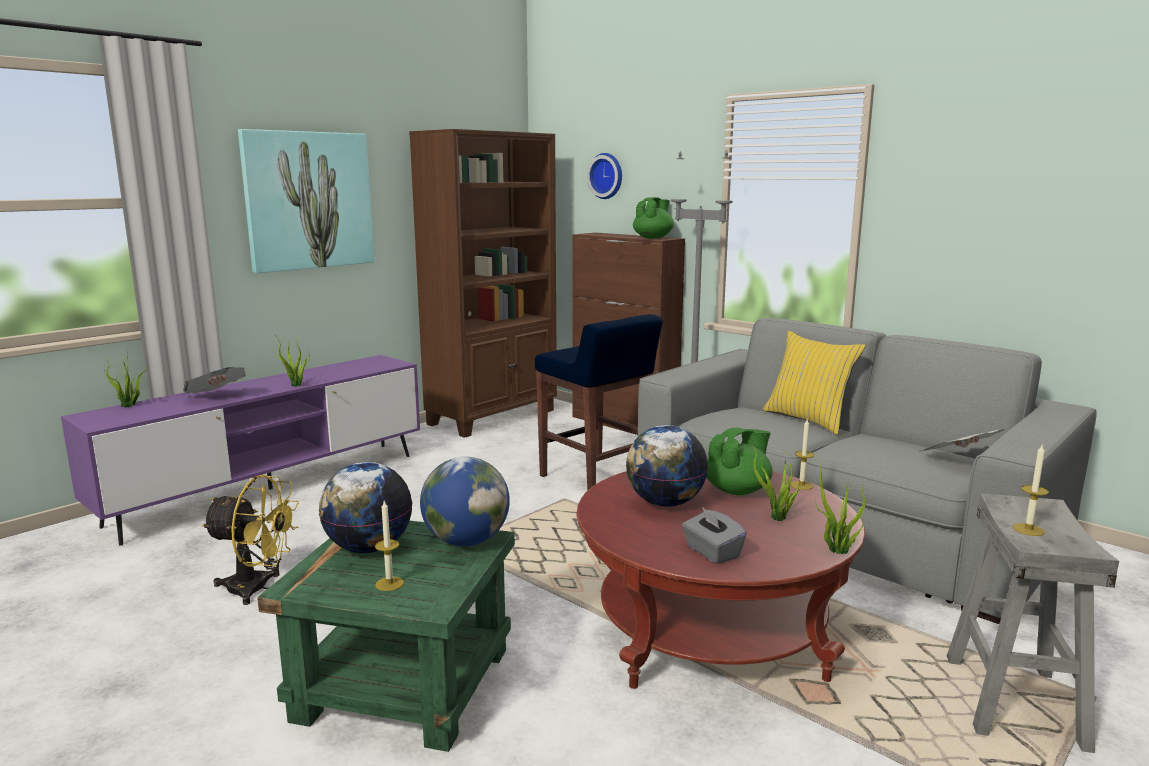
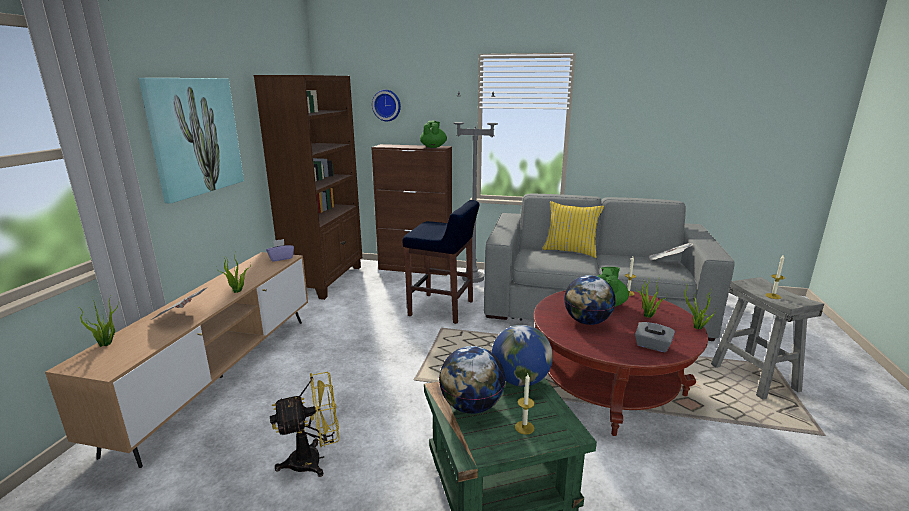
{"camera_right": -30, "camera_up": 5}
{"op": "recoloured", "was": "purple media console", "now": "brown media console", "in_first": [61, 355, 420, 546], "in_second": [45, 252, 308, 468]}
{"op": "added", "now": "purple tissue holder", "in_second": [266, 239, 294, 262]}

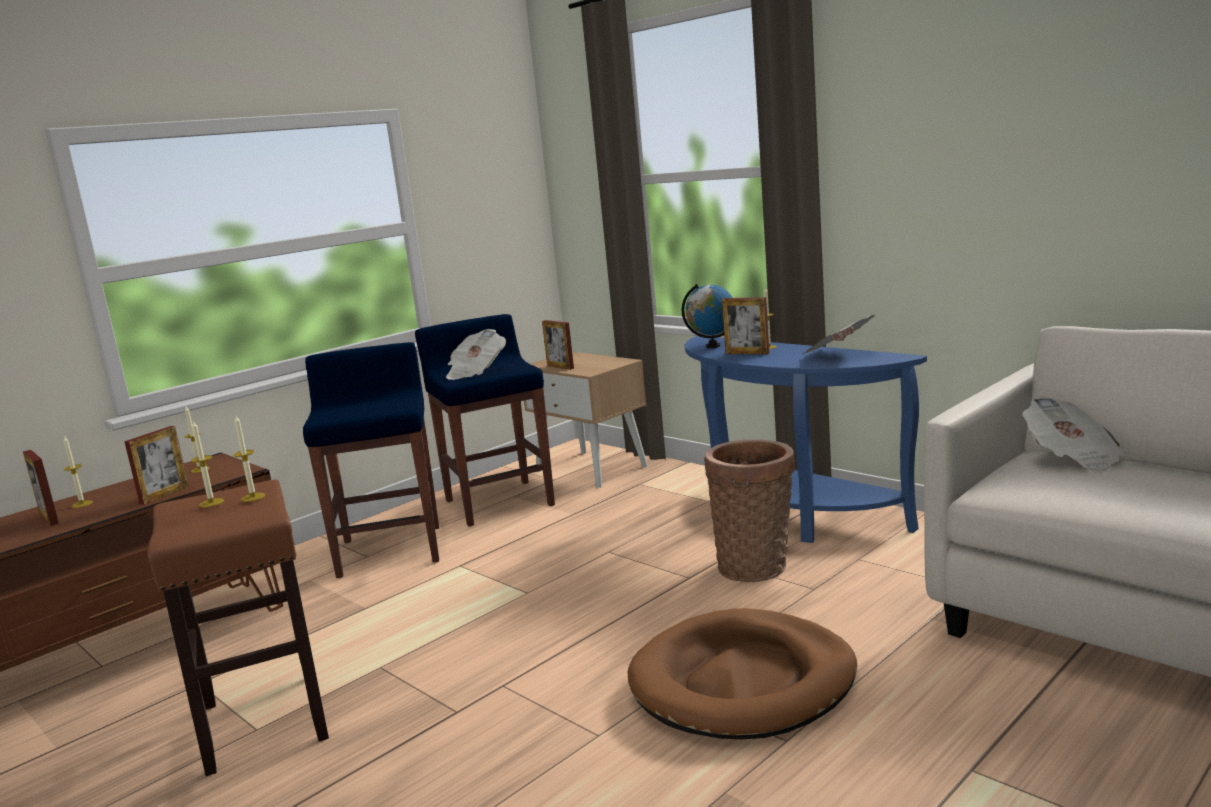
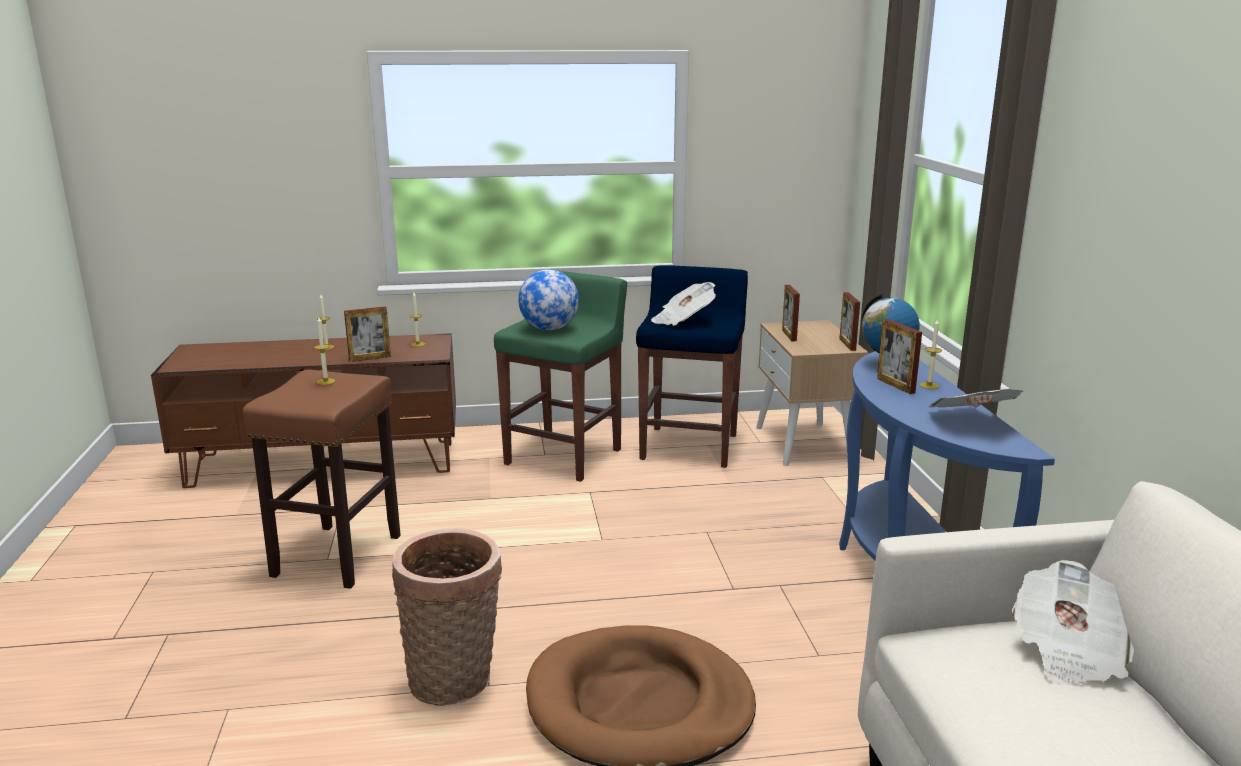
{"camera_right": 35, "camera_up": 5}
{"op": "moved", "was": "storage basket", "in_first": [704, 440, 795, 582], "in_second": [392, 528, 502, 706]}
{"op": "recoloured", "was": "bluish stool", "now": "green-coloured stool", "in_first": [303, 342, 439, 578], "in_second": [494, 270, 627, 482]}
{"op": "added", "now": "world globe", "in_second": [518, 269, 579, 330]}
{"op": "moved", "was": "photo frame", "in_first": [23, 450, 59, 526], "in_second": [839, 292, 860, 351]}
{"op": "removed", "was": "candle", "in_first": [234, 416, 265, 502]}

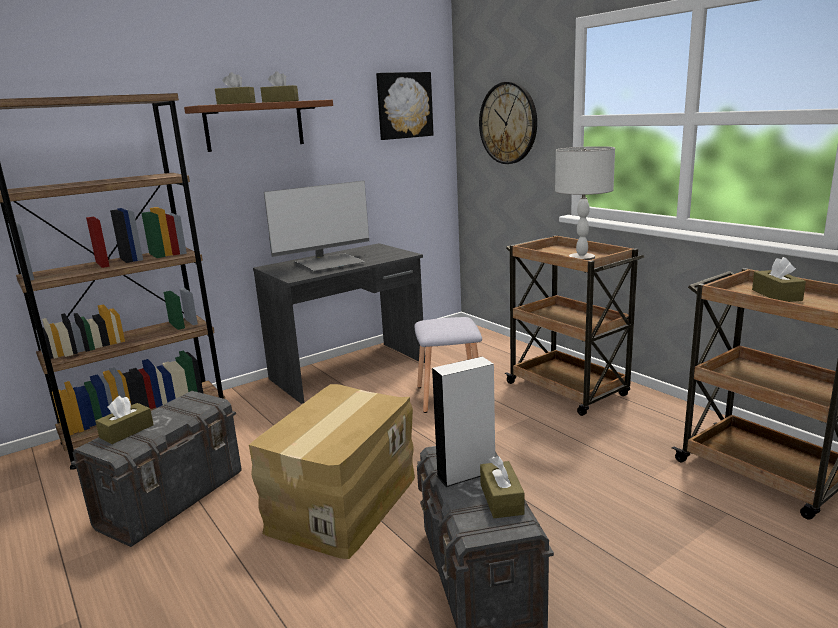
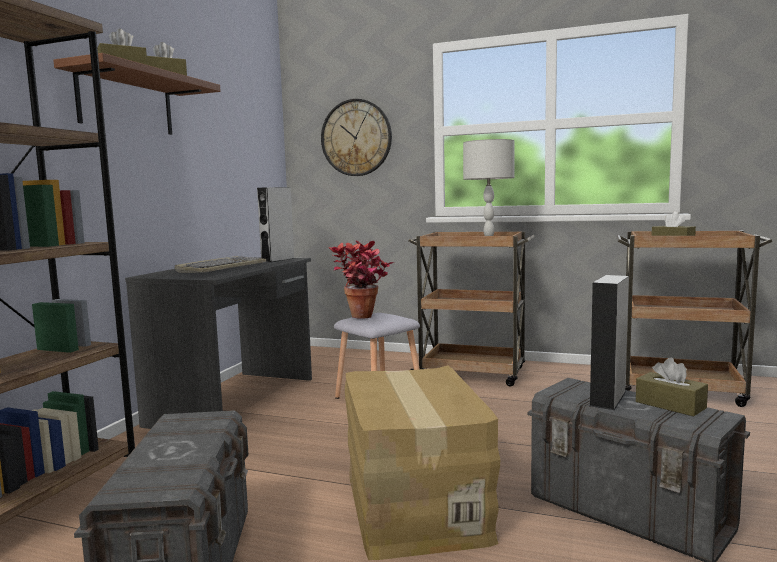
{"camera_right": -35, "camera_up": -10}
{"op": "replaced", "was": "computer screen", "now": "computer keyboard", "in_first": [264, 181, 369, 271], "in_second": [175, 256, 266, 273]}
{"op": "added", "now": "grey speaker", "in_second": [257, 187, 295, 262]}
{"op": "added", "now": "potted plant", "in_second": [329, 240, 394, 319]}
{"op": "removed", "was": "brown tissue holder", "in_first": [95, 396, 154, 444]}
{"op": "removed", "was": "wall art", "in_first": [376, 72, 434, 140]}

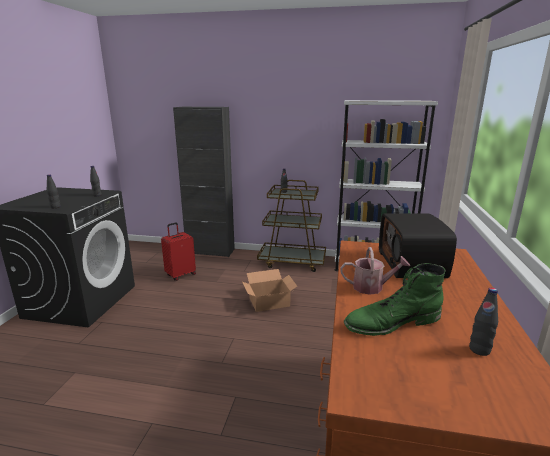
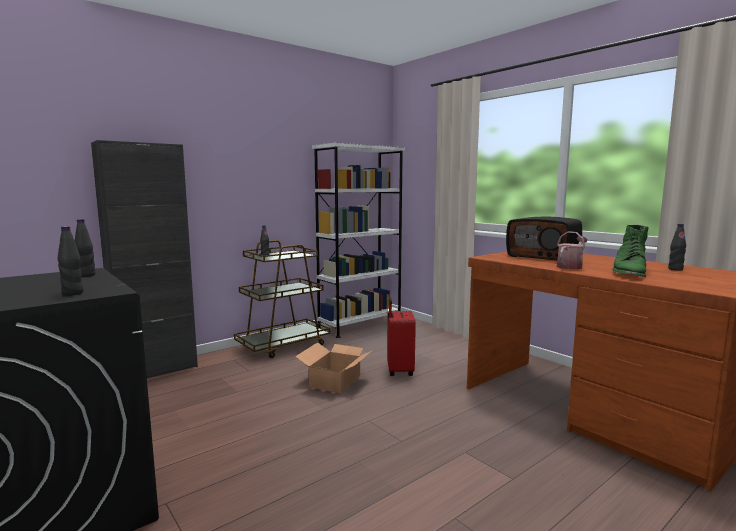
{"camera_right": -50, "camera_up": -10}
{"op": "moved", "was": "red-coloured travel case", "in_first": [161, 222, 196, 281], "in_second": [387, 298, 416, 376]}

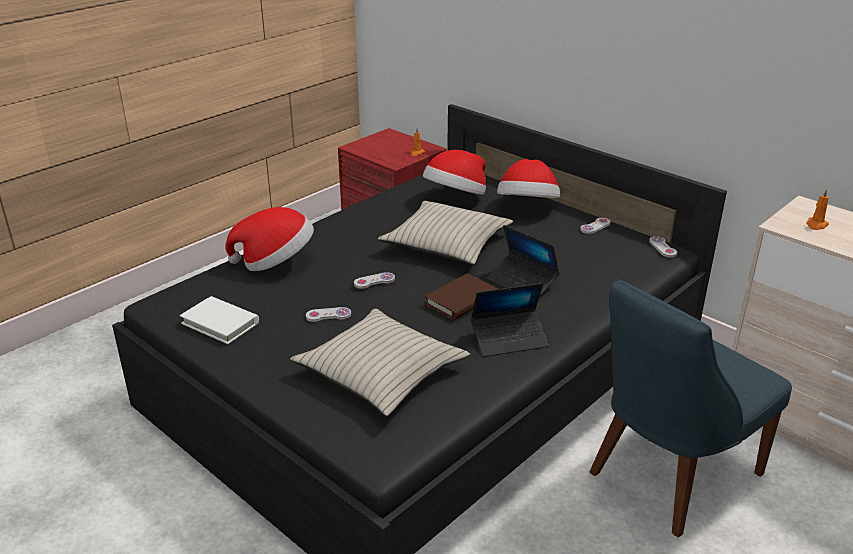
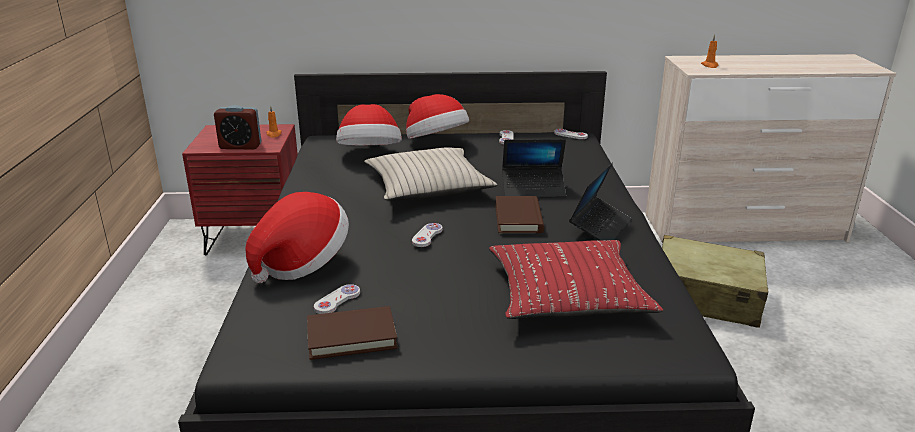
{"camera_right": -45, "camera_up": -5}
{"op": "added", "now": "table clock", "in_second": [214, 105, 262, 149]}
{"op": "recoloured", "was": "white volume", "now": "brown volume", "in_first": [180, 296, 259, 344], "in_second": [307, 306, 398, 360]}
{"op": "moved", "was": "white gamepad", "in_first": [306, 307, 351, 322], "in_second": [314, 284, 360, 314]}
{"op": "recoloured", "was": "beige-coloured pillow", "now": "red-coloured pillow", "in_first": [290, 308, 470, 416], "in_second": [489, 240, 663, 319]}
{"op": "replaced", "was": "bluish upright chair", "now": "beige-coloured travel case", "in_first": [589, 279, 792, 537], "in_second": [662, 235, 768, 328]}

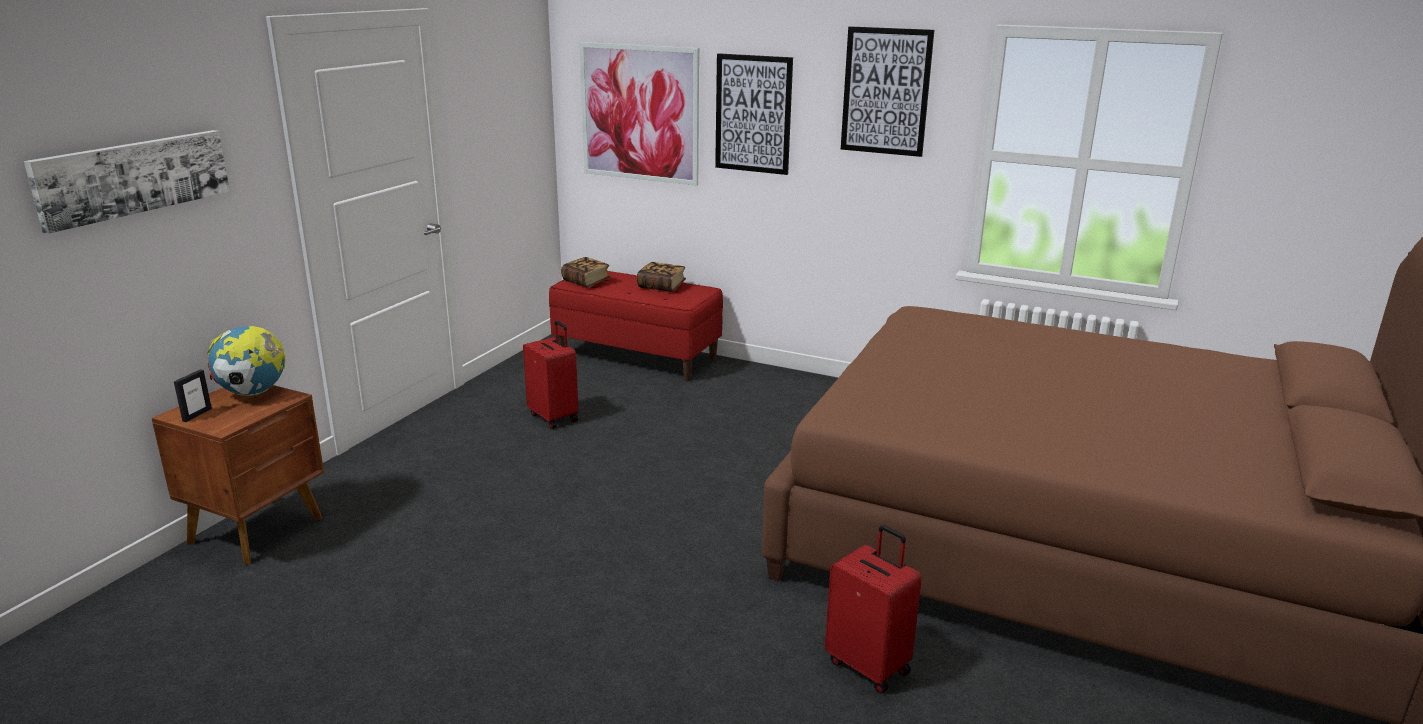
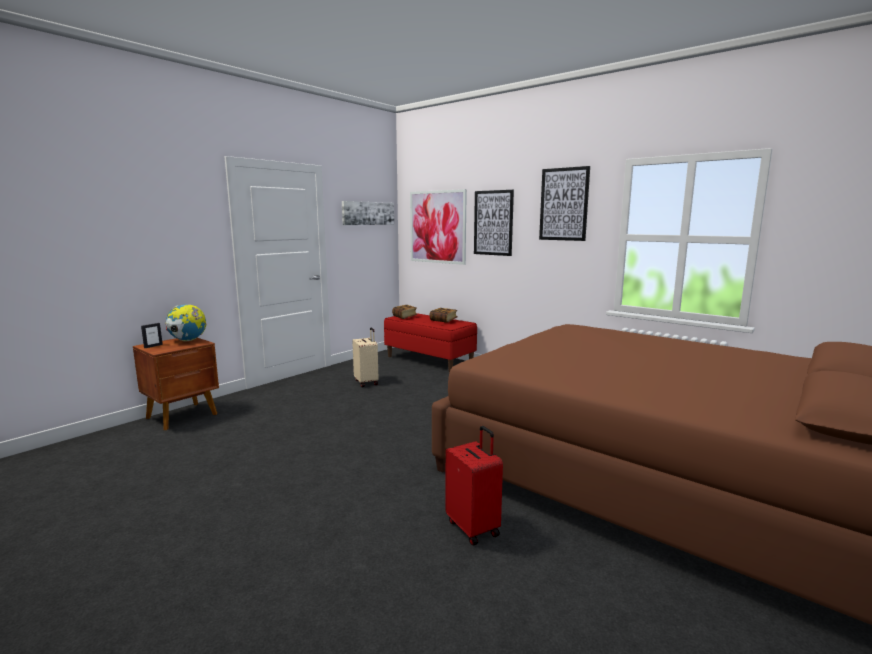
{"camera_right": 15, "camera_up": -10}
{"op": "moved", "was": "wall art", "in_first": [24, 130, 230, 234], "in_second": [342, 201, 394, 225]}
{"op": "recoloured", "was": "red-coloured travel case", "now": "beige-coloured travel case", "in_first": [523, 321, 578, 429], "in_second": [352, 328, 379, 387]}

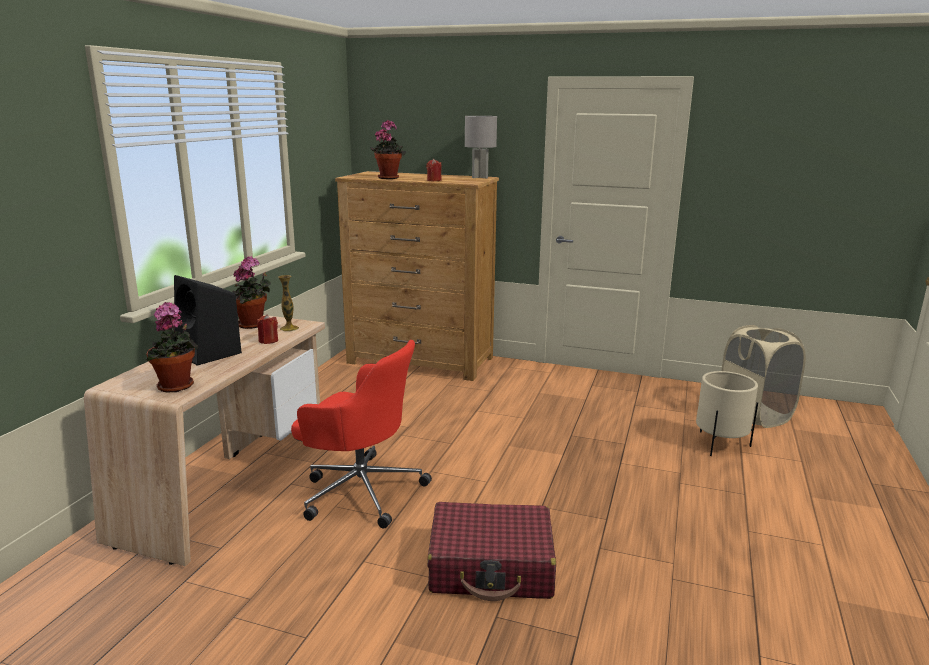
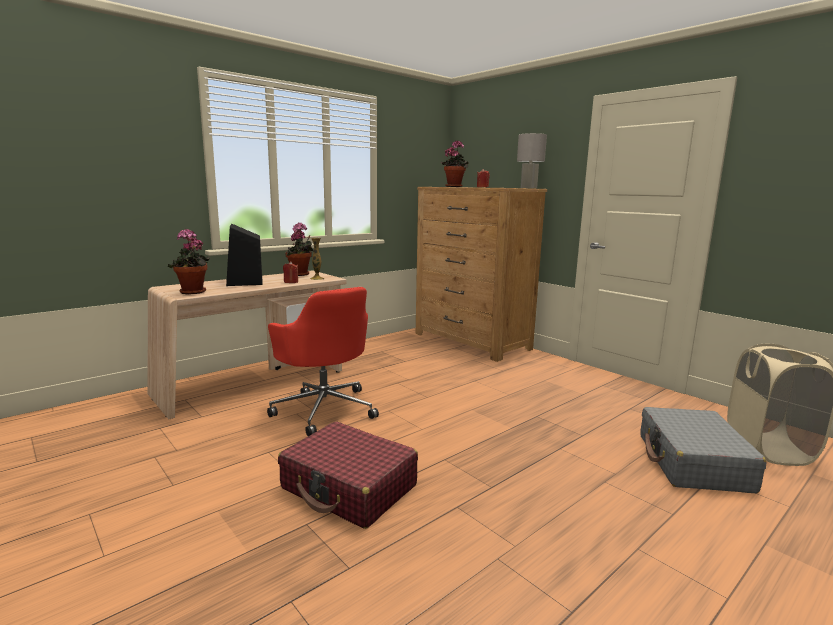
{"camera_right": 30, "camera_up": -5}
{"op": "replaced", "was": "beige-coloured planter", "now": "grey travel case", "in_first": [696, 371, 758, 456], "in_second": [640, 407, 766, 493]}

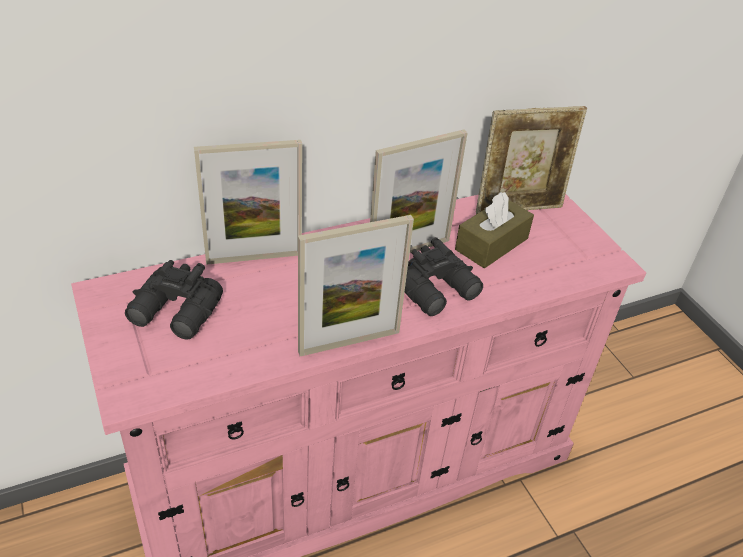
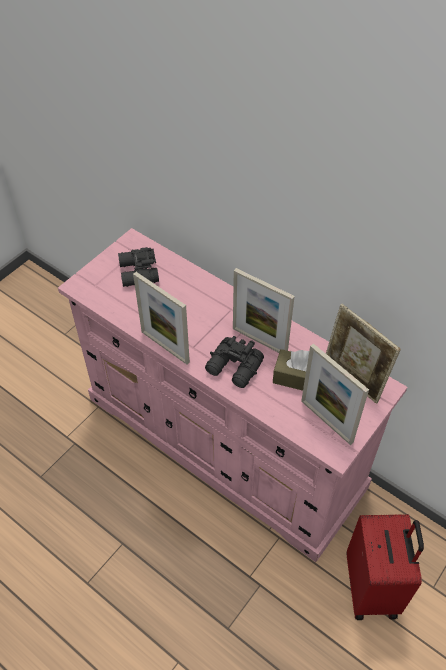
{"camera_right": 65, "camera_up": 10}
{"op": "moved", "was": "photo frame", "in_first": [194, 140, 302, 265], "in_second": [301, 343, 369, 445]}
{"op": "added", "now": "red-coloured travel case", "in_second": [347, 514, 424, 620]}

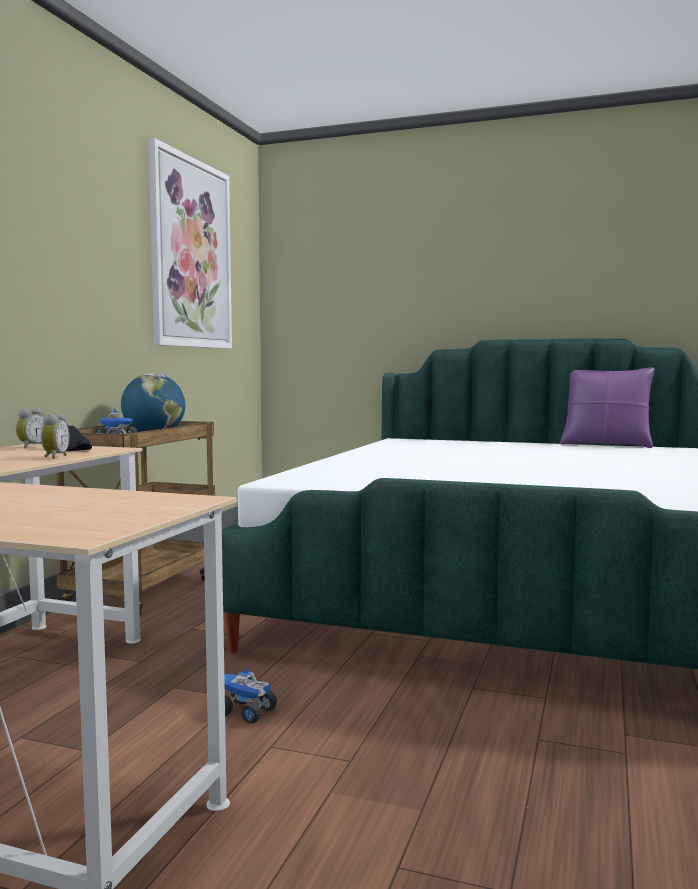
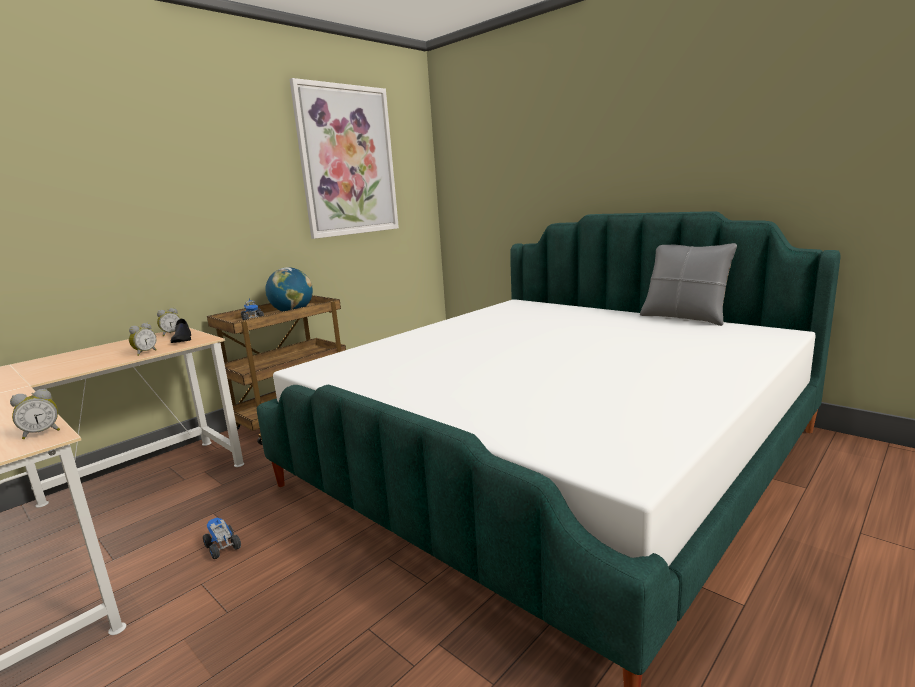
{"camera_right": 25, "camera_up": 10}
{"op": "added", "now": "table clock", "in_second": [10, 389, 60, 439]}
{"op": "recoloured", "was": "purple pillow", "now": "grey pillow", "in_first": [560, 367, 655, 448], "in_second": [640, 243, 737, 326]}

